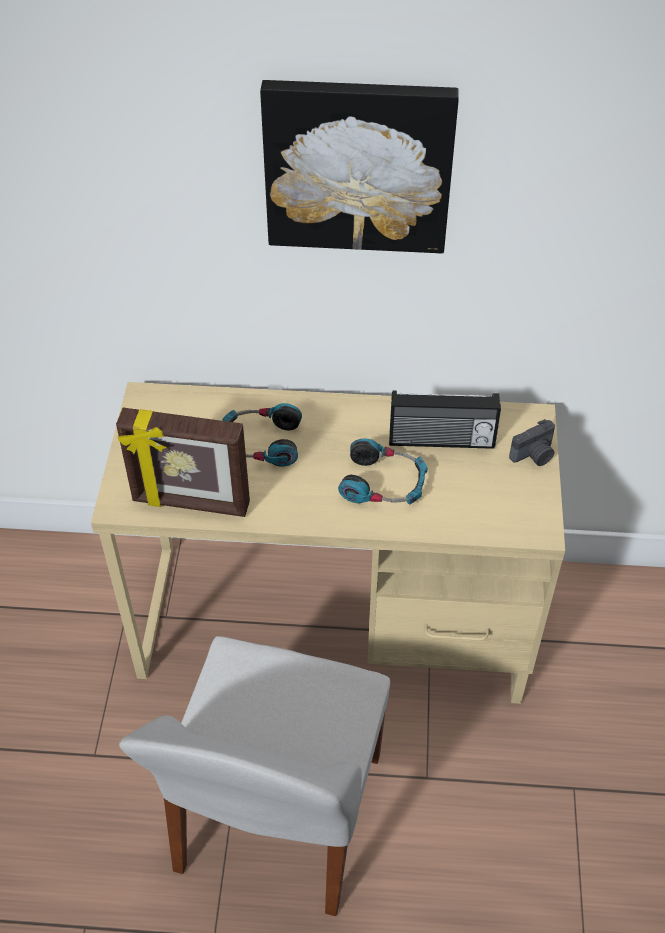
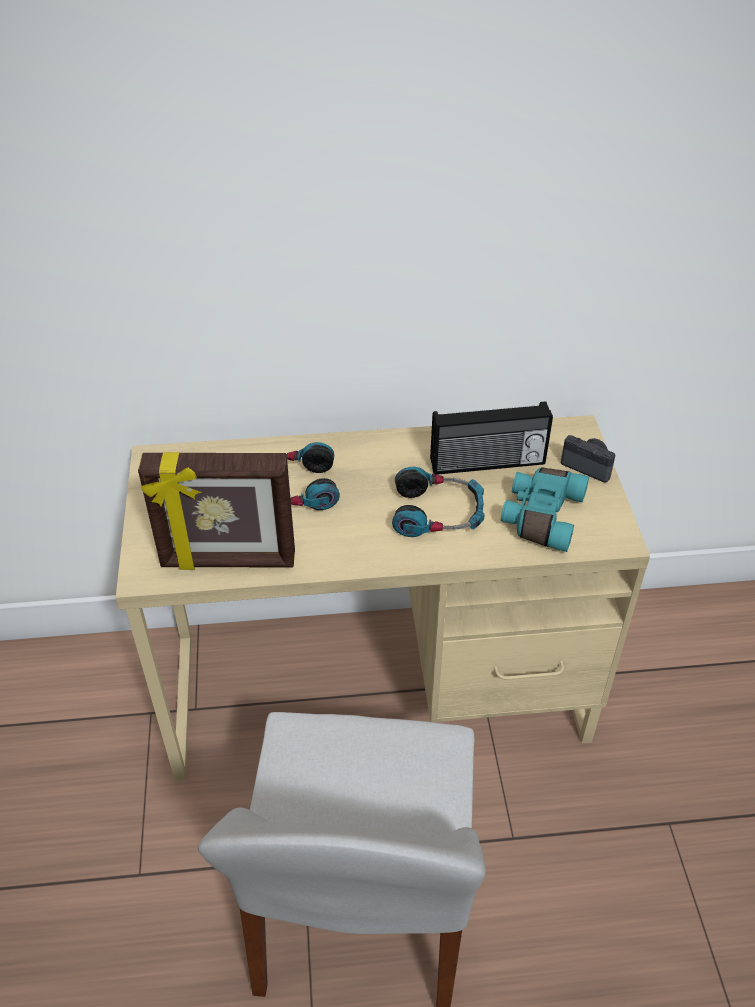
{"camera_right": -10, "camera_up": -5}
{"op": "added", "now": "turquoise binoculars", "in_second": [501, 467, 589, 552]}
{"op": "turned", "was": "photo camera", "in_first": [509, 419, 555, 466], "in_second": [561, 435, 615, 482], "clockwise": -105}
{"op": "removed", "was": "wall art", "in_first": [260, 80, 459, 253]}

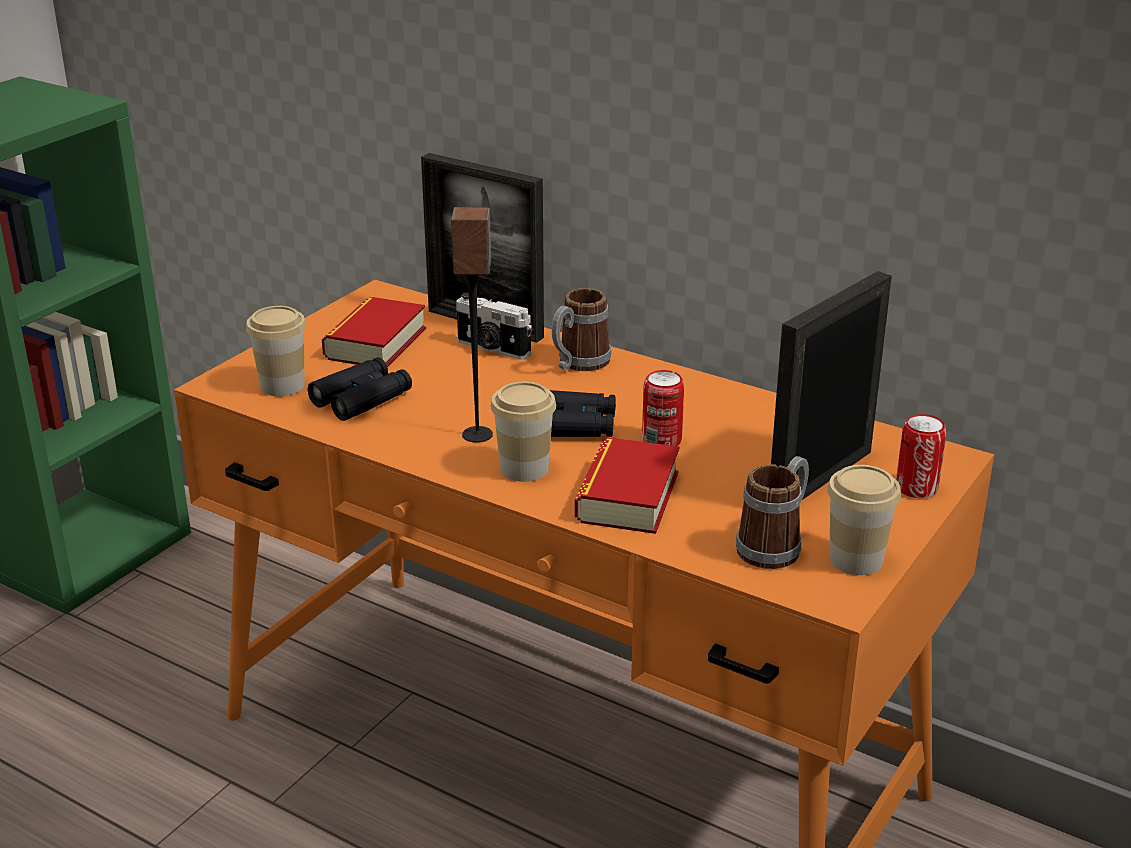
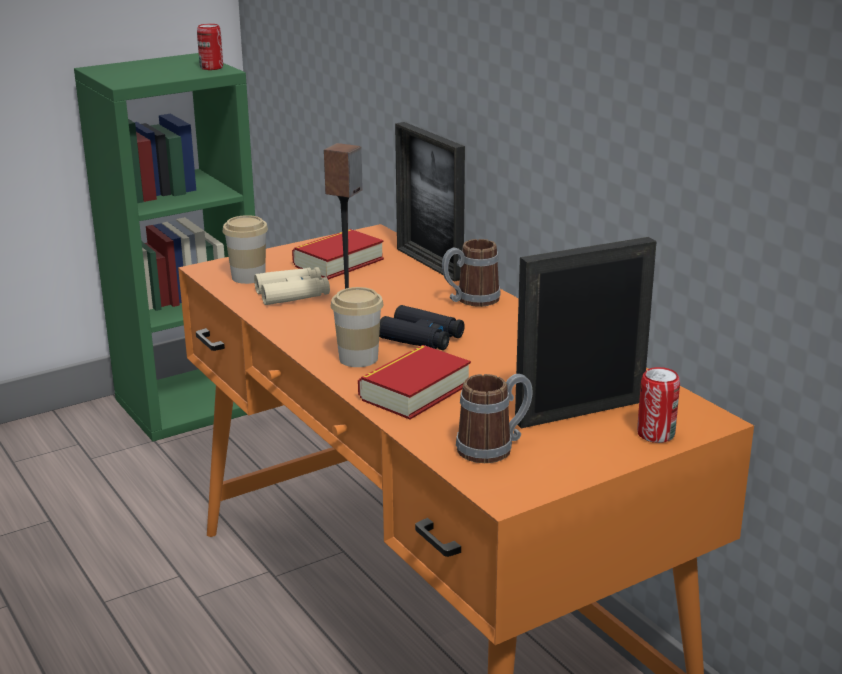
{"camera_right": 25, "camera_up": -5}
{"op": "moved", "was": "sealed can", "in_first": [642, 370, 684, 446], "in_second": [197, 24, 223, 70]}
{"op": "recoloured", "was": "black-coloured binoculars", "now": "beige-coloured binoculars", "in_first": [308, 357, 412, 421], "in_second": [254, 267, 330, 305]}
{"op": "removed", "was": "photo camera", "in_first": [456, 293, 532, 360]}
{"op": "removed", "was": "cup", "in_first": [827, 465, 901, 575]}

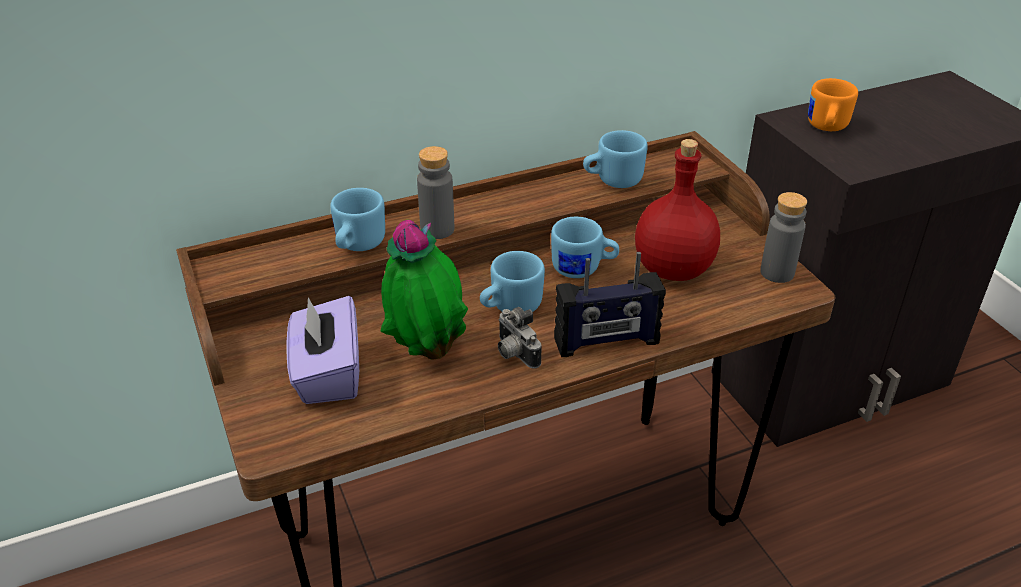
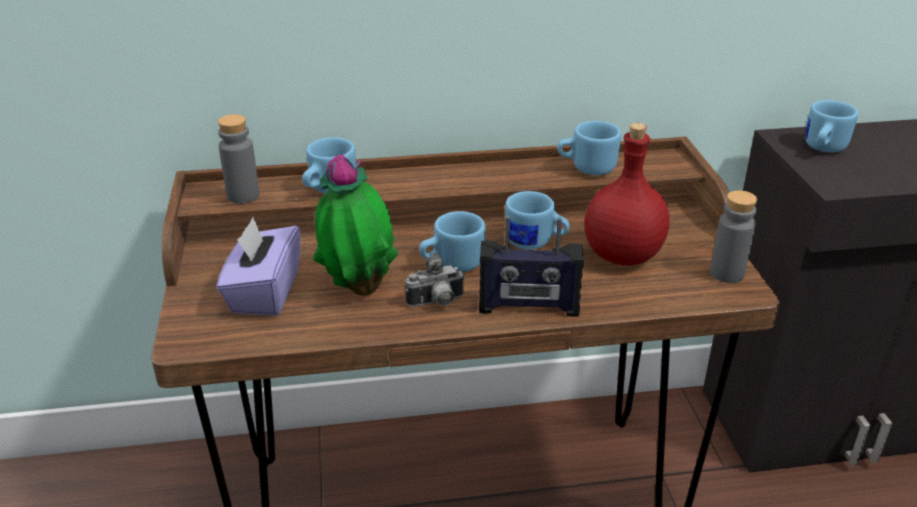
{"camera_right": 15, "camera_up": -5}
{"op": "moved", "was": "grey beverage bottle", "in_first": [417, 146, 454, 239], "in_second": [218, 114, 260, 204]}
{"op": "turned", "was": "photo camera", "in_first": [498, 307, 541, 369], "in_second": [405, 252, 465, 307], "clockwise": -90}
{"op": "recoloured", "was": "orange-coloured tea mug", "now": "bluish tea mug", "in_first": [808, 78, 858, 131], "in_second": [805, 100, 858, 153]}

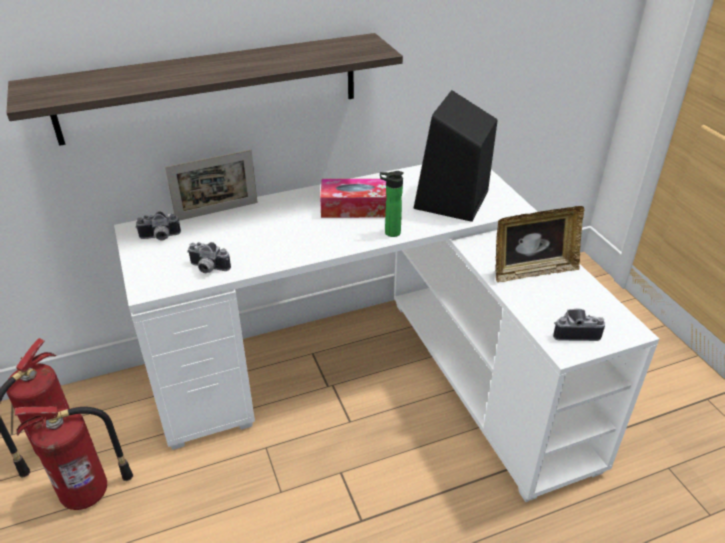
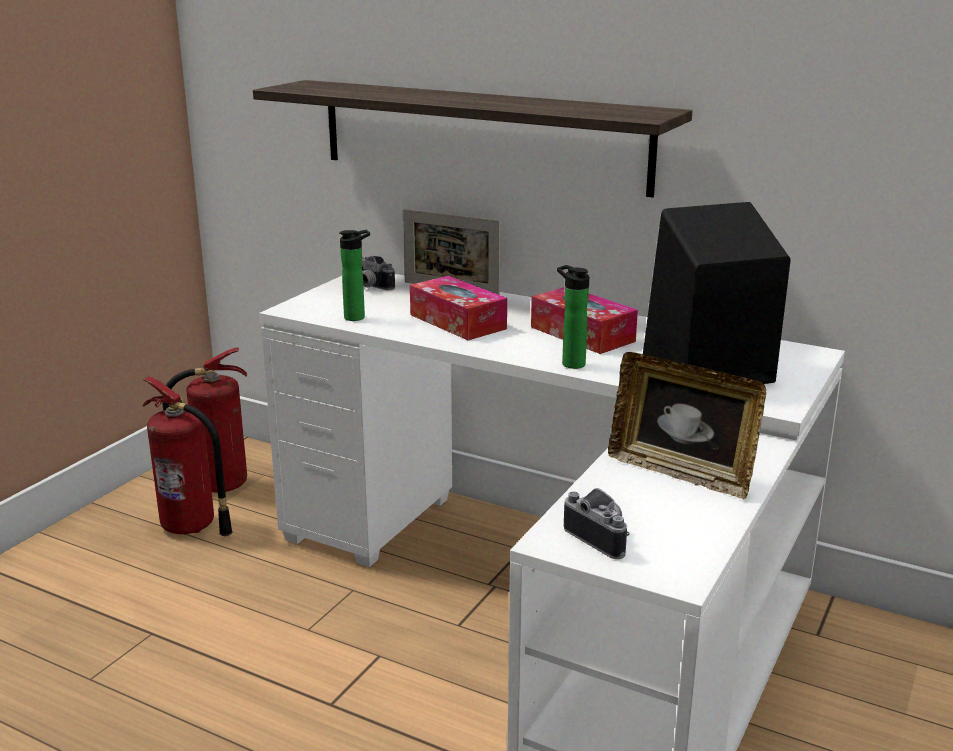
{"camera_right": 50, "camera_up": -15}
{"op": "replaced", "was": "photo camera", "now": "beverage bottle", "in_first": [187, 242, 231, 273], "in_second": [339, 230, 370, 321]}
{"op": "added", "now": "tissue holder", "in_second": [410, 276, 507, 340]}

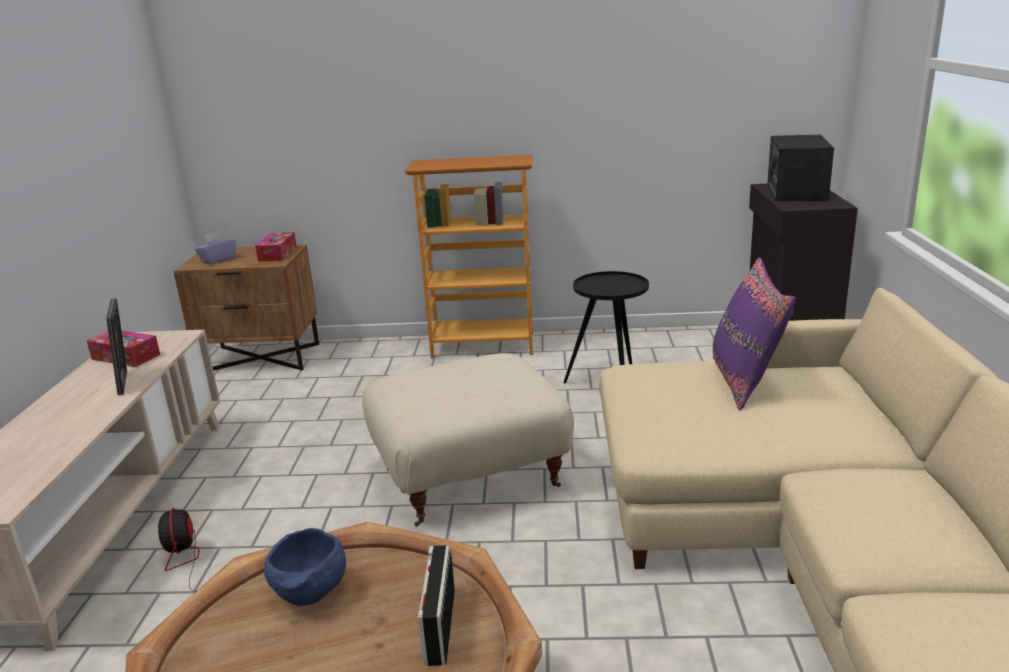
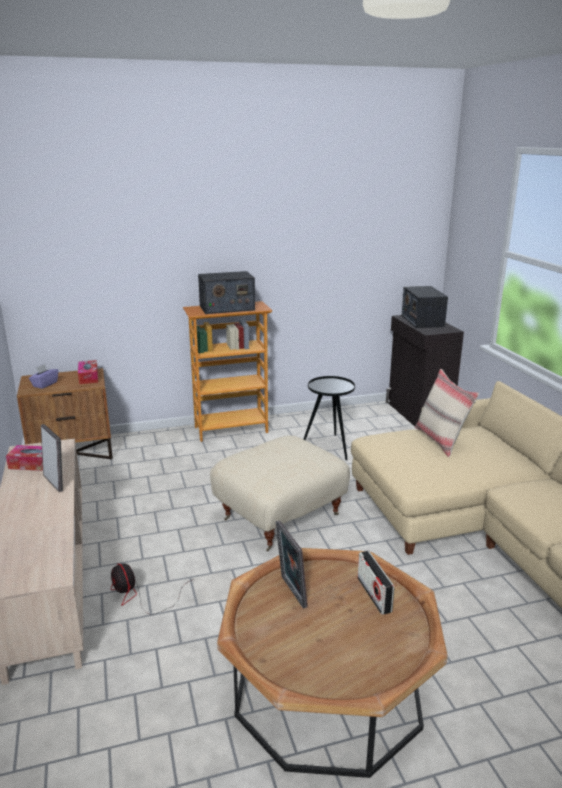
{"camera_right": -20, "camera_up": 0}
{"op": "added", "now": "radio set", "in_second": [198, 271, 255, 314]}
{"op": "replaced", "was": "bluish deep dish", "now": "photo frame", "in_first": [264, 528, 346, 606], "in_second": [275, 520, 308, 609]}
{"op": "recoloured", "was": "purple pillow", "now": "beige-coloured pillow", "in_first": [713, 257, 796, 411], "in_second": [415, 369, 479, 457]}

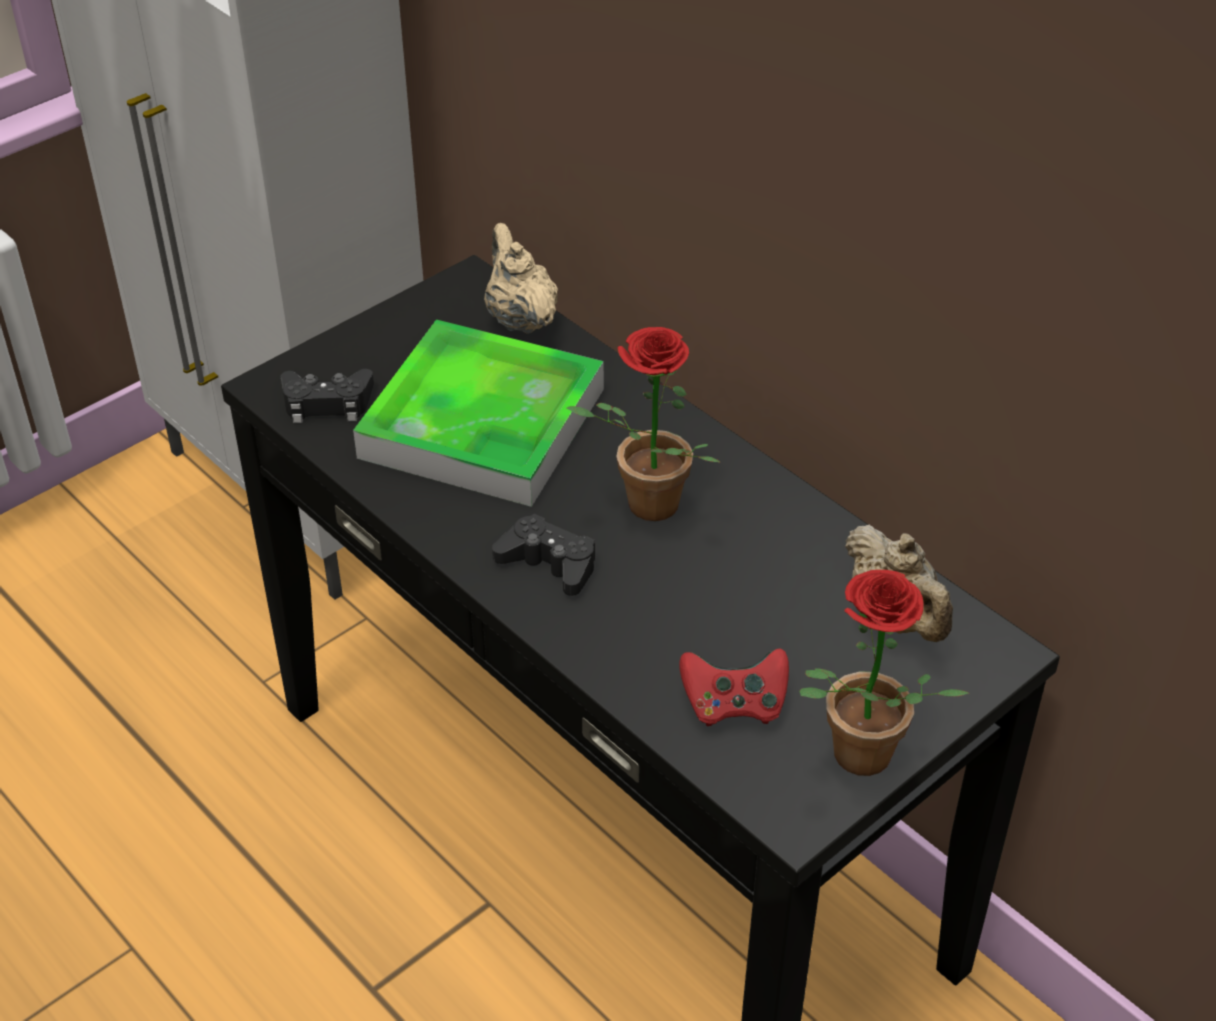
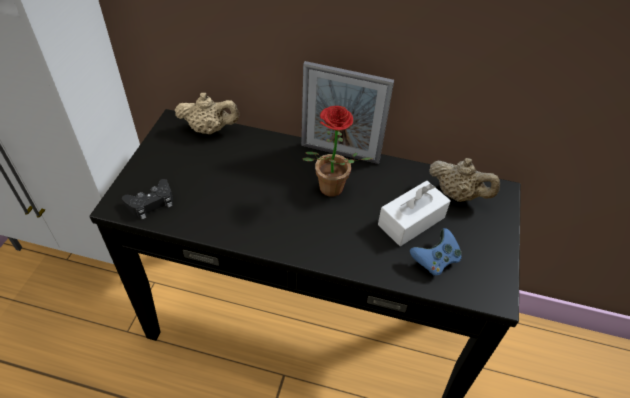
{"camera_right": -35, "camera_up": 5}
{"op": "turned", "was": "beige-coloured tea pot", "in_first": [484, 223, 558, 334], "in_second": [175, 93, 239, 134], "clockwise": 150}
{"op": "added", "now": "photo frame", "in_second": [301, 61, 394, 164]}
{"op": "added", "now": "white tissue holder", "in_second": [378, 181, 451, 246]}
{"op": "recoloured", "was": "red-coloured gamepad", "now": "bluish gamepad", "in_first": [679, 648, 789, 726], "in_second": [410, 228, 461, 276]}
{"op": "removed", "was": "serving tray", "in_first": [353, 319, 604, 507]}
{"op": "removed", "was": "black-coloured gamepad", "in_first": [492, 514, 595, 596]}
{"op": "removed", "was": "potted plant", "in_first": [799, 570, 969, 776]}

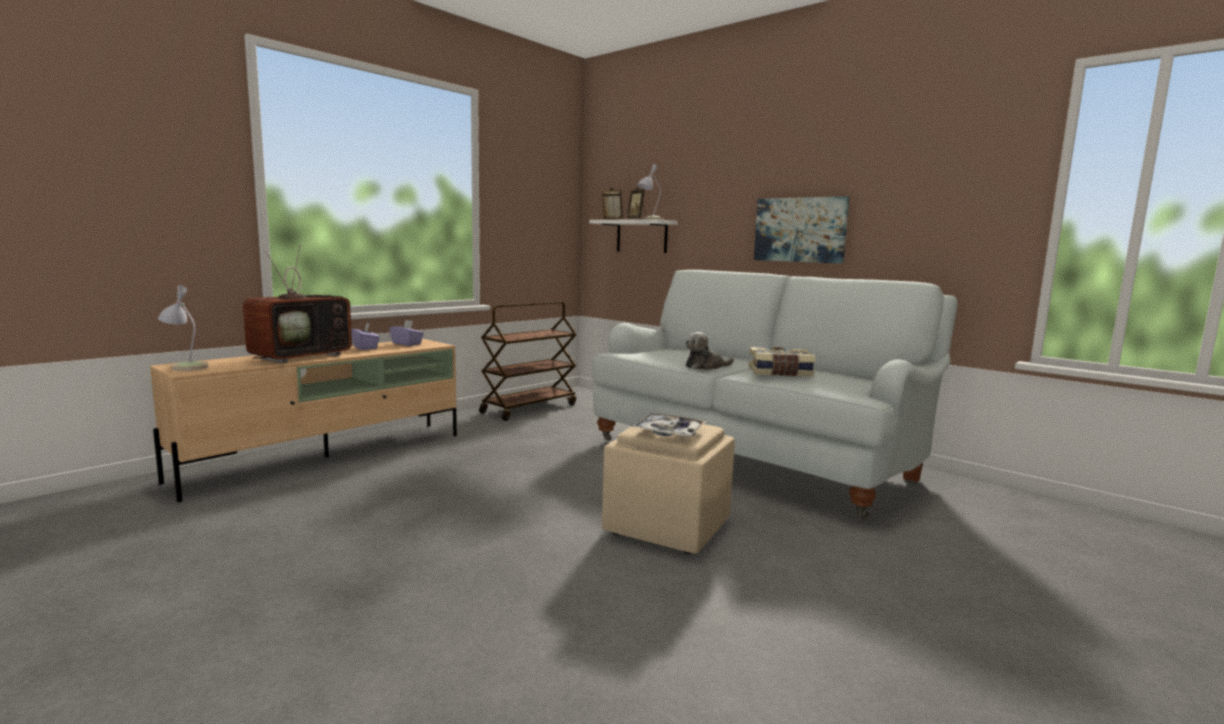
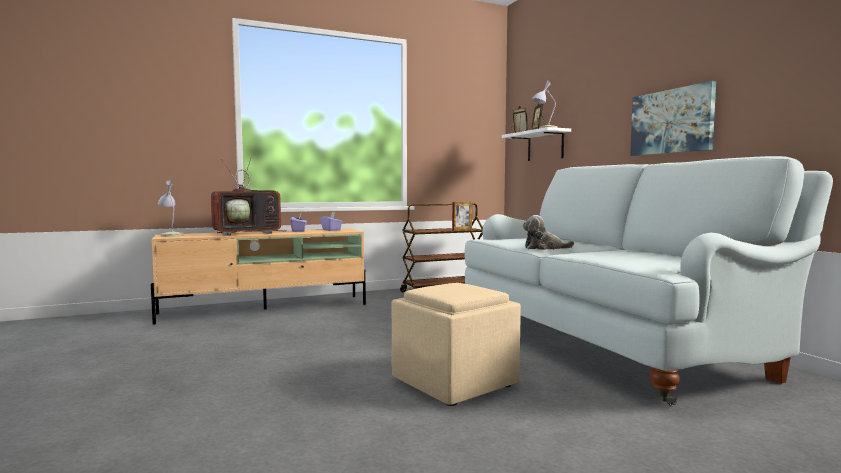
{"camera_right": 25, "camera_up": -5}
{"op": "added", "now": "photo frame", "in_second": [452, 202, 472, 231]}
{"op": "removed", "was": "serving tray", "in_first": [632, 413, 707, 437]}
{"op": "removed", "was": "volume", "in_first": [749, 347, 816, 377]}

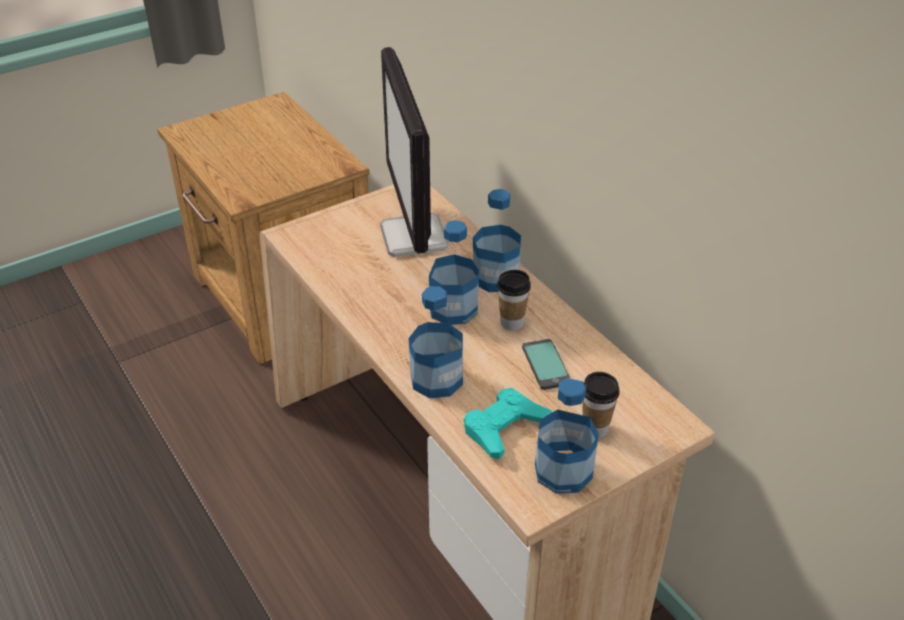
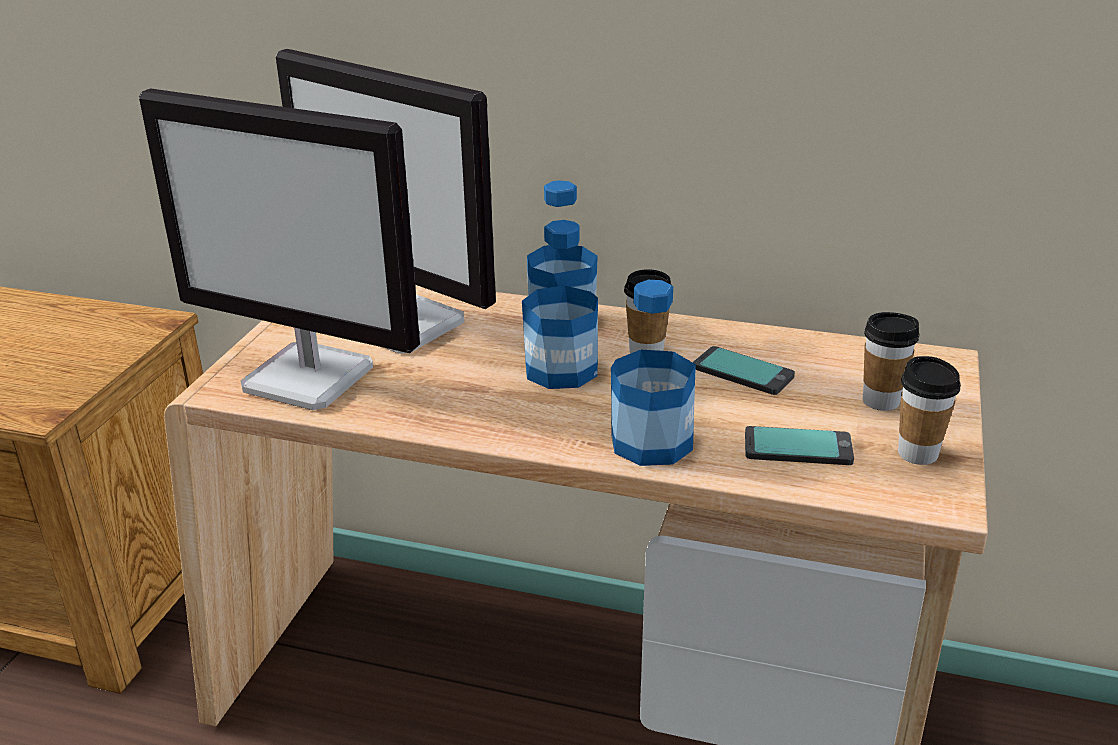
{"camera_right": -40, "camera_up": -10}
{"op": "added", "now": "computer screen", "in_second": [139, 88, 420, 410]}
{"op": "replaced", "was": "turquoise gamepad", "now": "handset", "in_first": [464, 388, 552, 459], "in_second": [745, 426, 854, 465]}
{"op": "replaced", "was": "beverage bottle", "now": "cup", "in_first": [535, 378, 599, 494], "in_second": [898, 356, 961, 465]}

